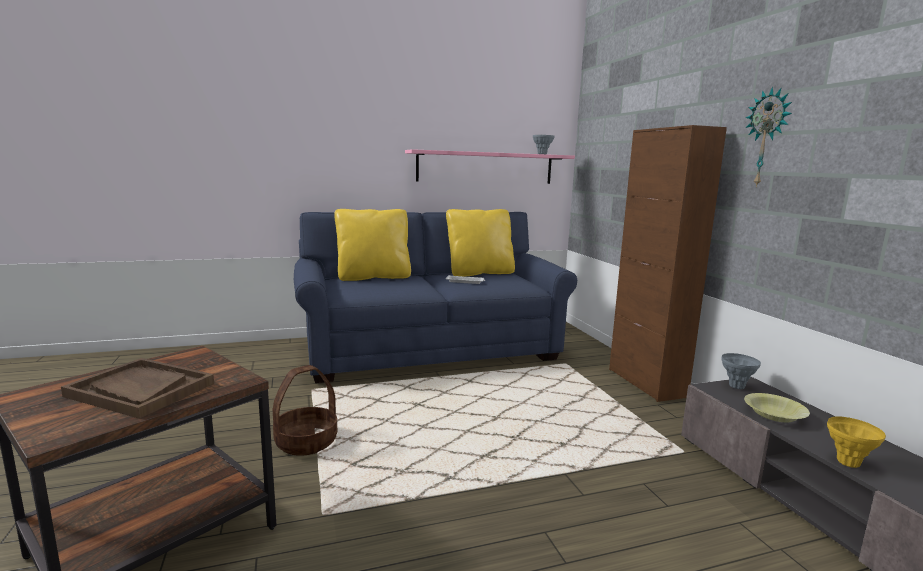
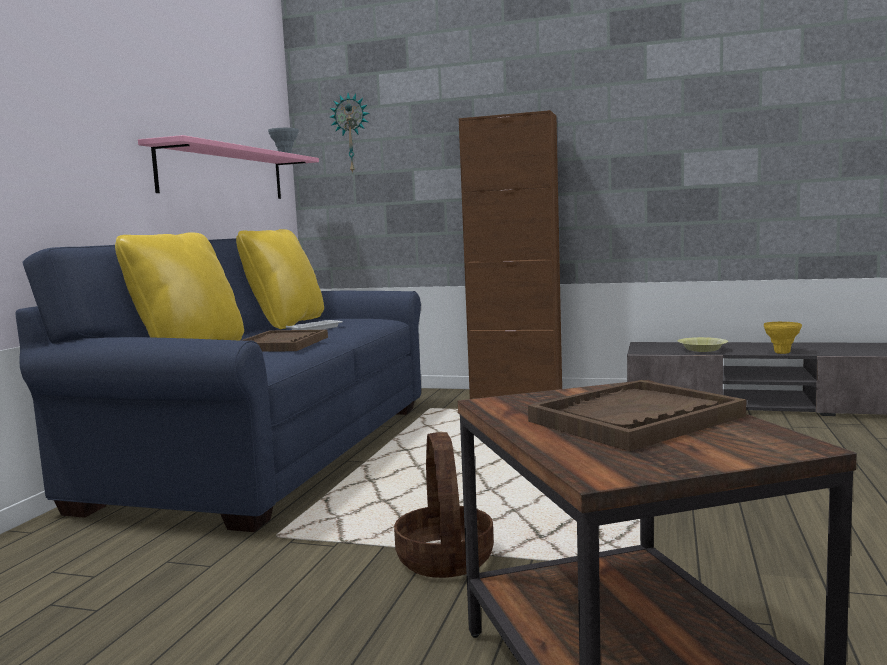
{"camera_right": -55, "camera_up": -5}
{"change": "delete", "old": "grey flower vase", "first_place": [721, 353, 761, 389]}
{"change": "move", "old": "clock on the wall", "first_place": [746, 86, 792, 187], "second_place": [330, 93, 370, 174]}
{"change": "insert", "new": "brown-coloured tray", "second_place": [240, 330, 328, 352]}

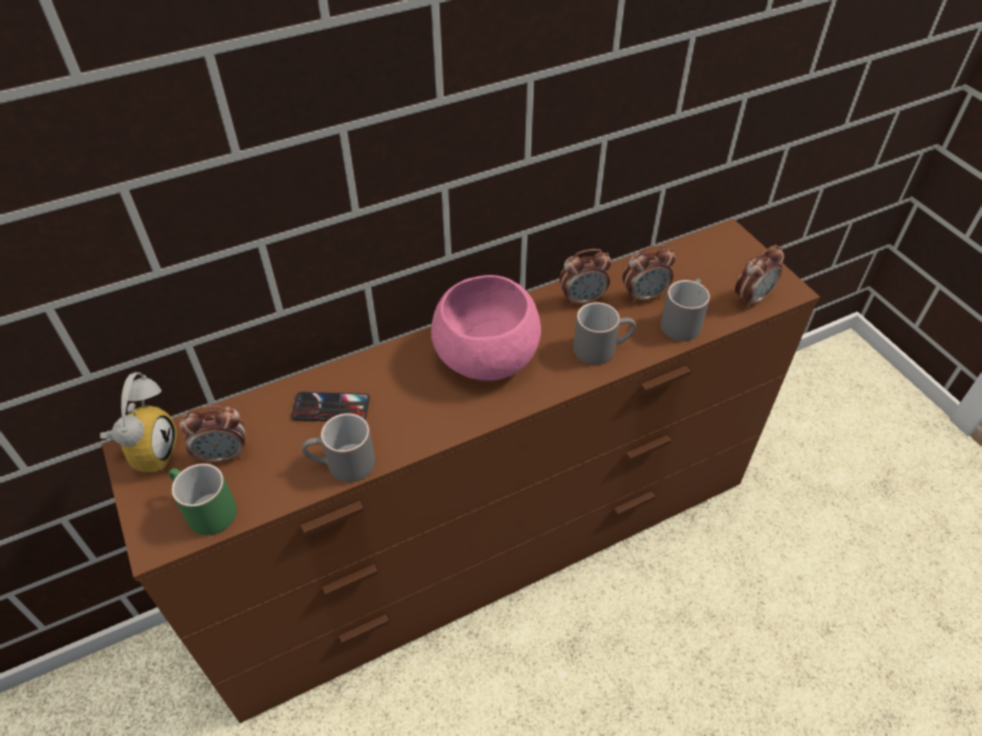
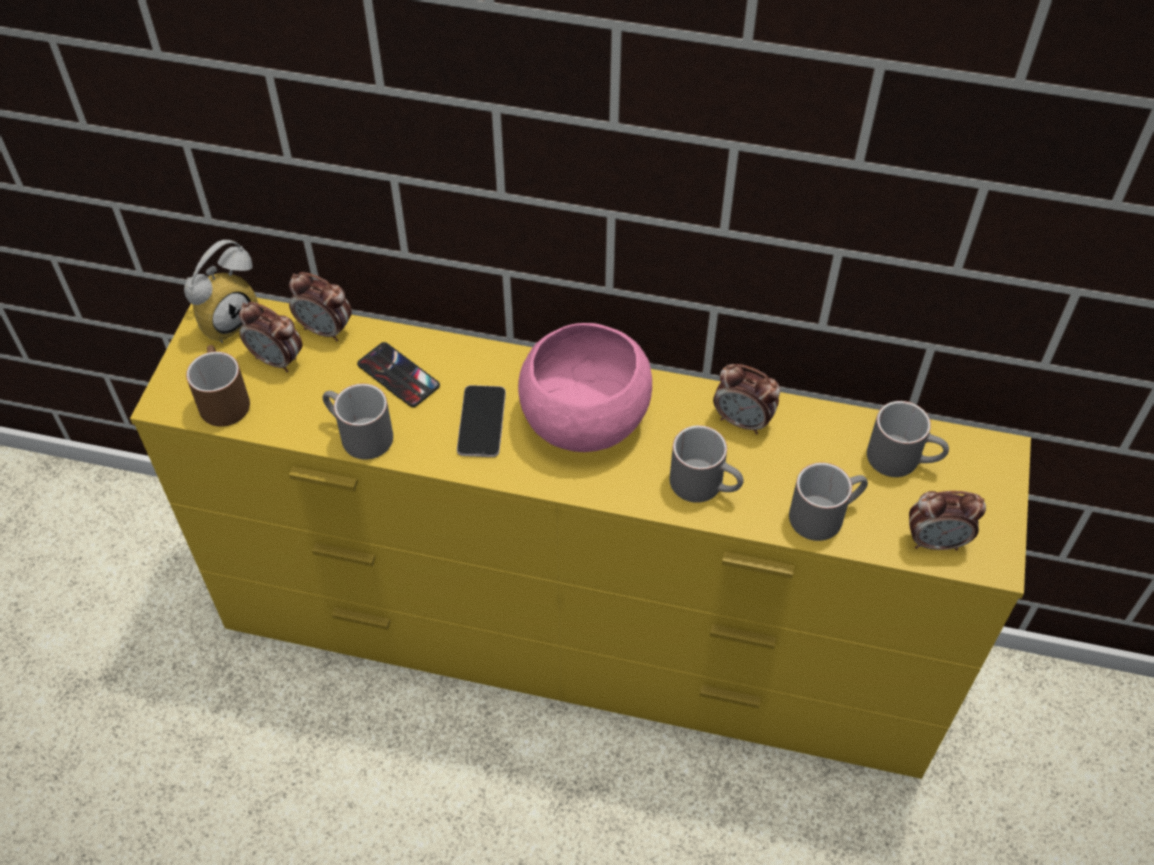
{"camera_right": 40, "camera_up": 5}
{"change": "recolor", "old": "brown-coloured drawer chest", "new": "yellowish drawer chest", "first_place": [102, 219, 820, 723], "second_place": [130, 298, 1031, 779]}
{"change": "recolor", "old": "green-coloured tea mug", "new": "brown-coloured tea mug", "first_place": [169, 463, 237, 535], "second_place": [186, 345, 250, 427]}
{"change": "move", "old": "table clock", "first_place": [622, 245, 675, 304], "second_place": [289, 272, 352, 341]}
{"change": "insert", "new": "telephone", "second_place": [457, 385, 506, 457]}
{"change": "insert", "new": "grey tea mug", "second_place": [867, 401, 949, 477]}

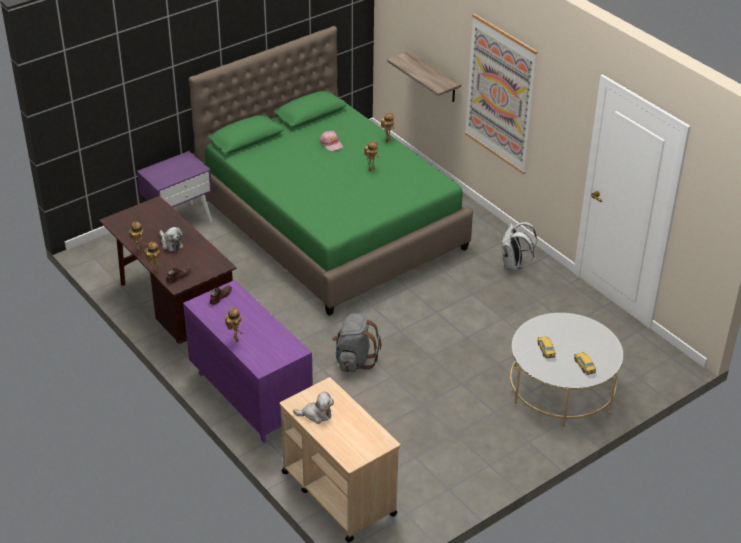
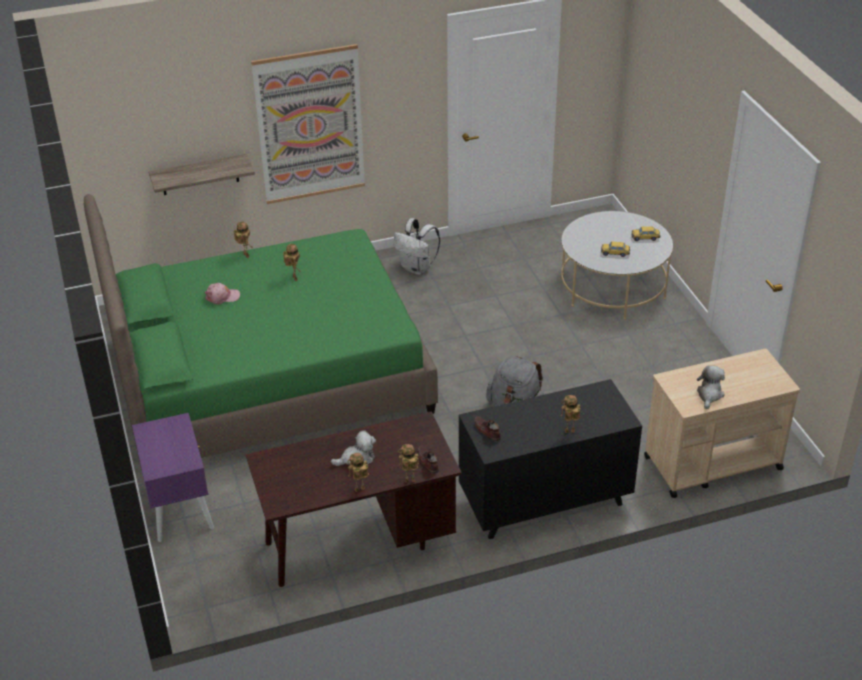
{"camera_right": -70, "camera_up": 0}
{"change": "recolor", "old": "purple-coloured drawer chest", "new": "black-coloured drawer chest", "first_place": [183, 280, 313, 443], "second_place": [459, 379, 642, 539]}

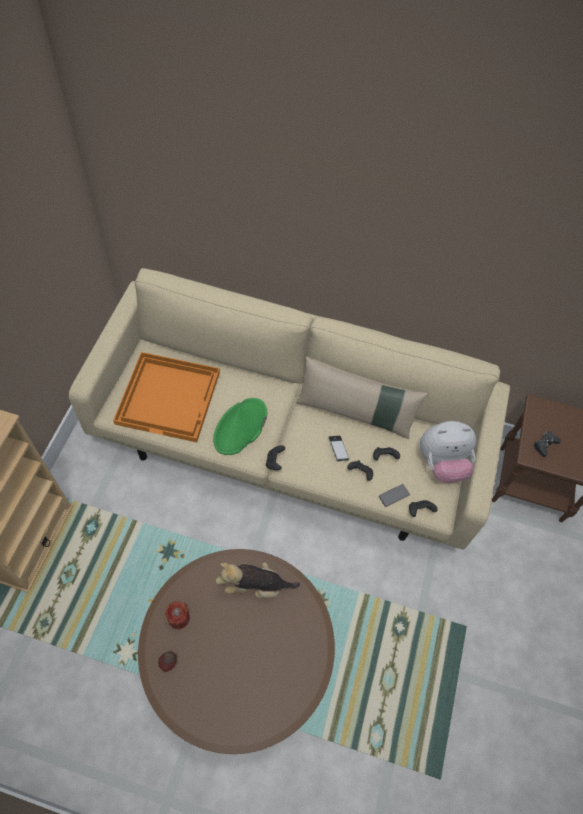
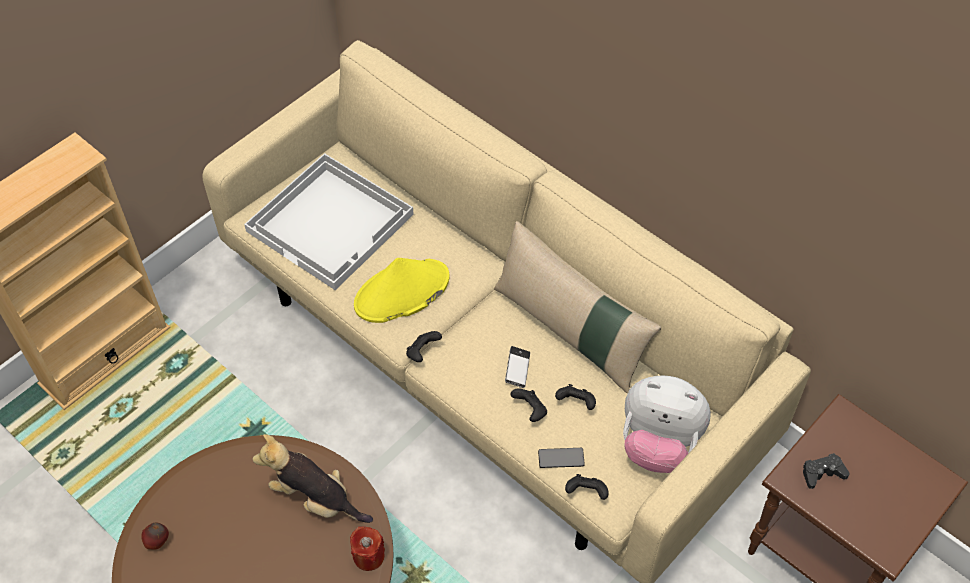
{"camera_right": 30, "camera_up": -5}
{"change": "recolor", "old": "orange tray", "new": "white tray", "first_place": [113, 352, 220, 442], "second_place": [244, 153, 414, 290]}
{"change": "move", "old": "red wax light", "first_place": [165, 601, 190, 629], "second_place": [350, 526, 385, 571]}
{"change": "recolor", "old": "green-coloured wearable hat", "new": "yellowish wearable hat", "first_place": [213, 398, 267, 455], "second_place": [354, 258, 450, 323]}

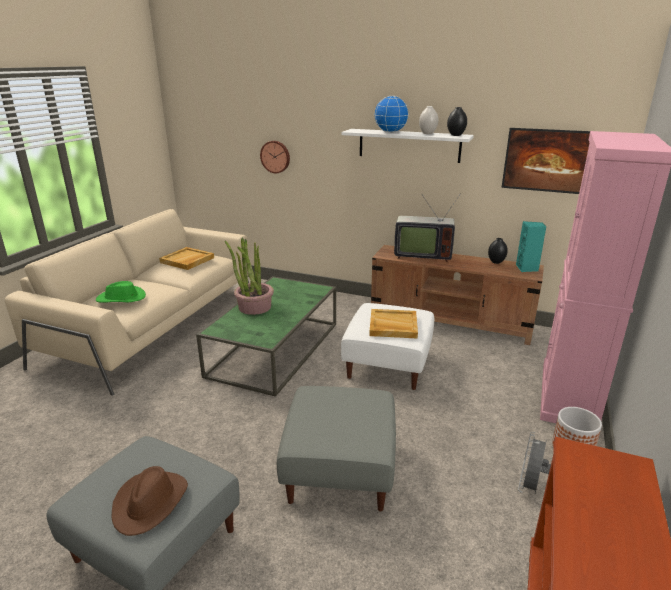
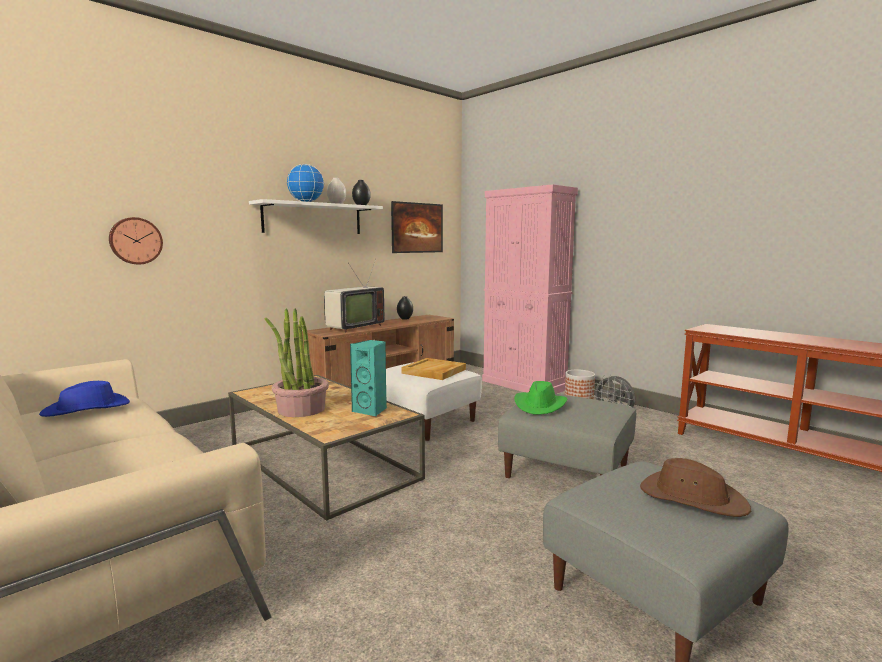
{"camera_right": -65, "camera_up": -15}
{"change": "move", "old": "green-coloured wearable hat", "first_place": [96, 281, 146, 303], "second_place": [514, 381, 568, 415]}
{"change": "replace", "old": "sand-coloured tray", "new": "bluish wearable hat", "first_place": [159, 247, 214, 270], "second_place": [39, 381, 130, 417]}
{"change": "recolor", "old": "green-coloured lounge table", "new": "brown-coloured lounge table", "first_place": [196, 276, 336, 397], "second_place": [228, 375, 425, 521]}
{"change": "move", "old": "turquoise audio speaker", "first_place": [516, 221, 546, 272], "second_place": [350, 340, 387, 416]}

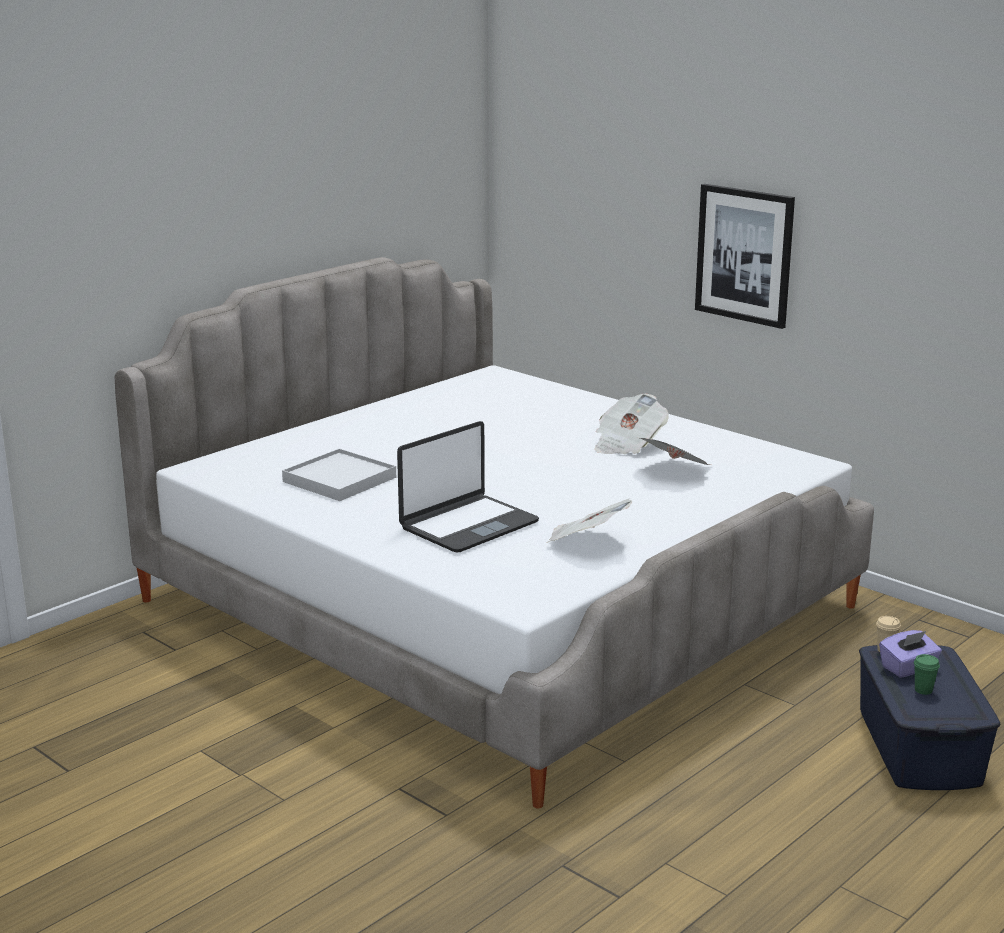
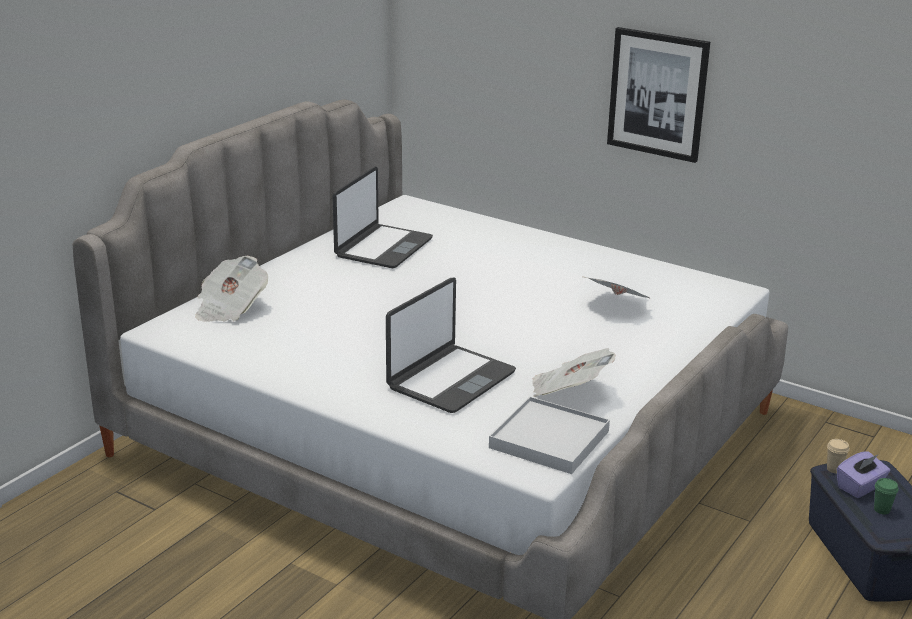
{"camera_right": -10, "camera_up": 5}
{"change": "move", "old": "white tray", "first_place": [282, 448, 396, 501], "second_place": [489, 397, 610, 474]}
{"change": "move", "old": "printed paper", "first_place": [595, 394, 669, 454], "second_place": [195, 256, 268, 322]}
{"change": "insert", "new": "laptop", "second_place": [332, 167, 433, 268]}

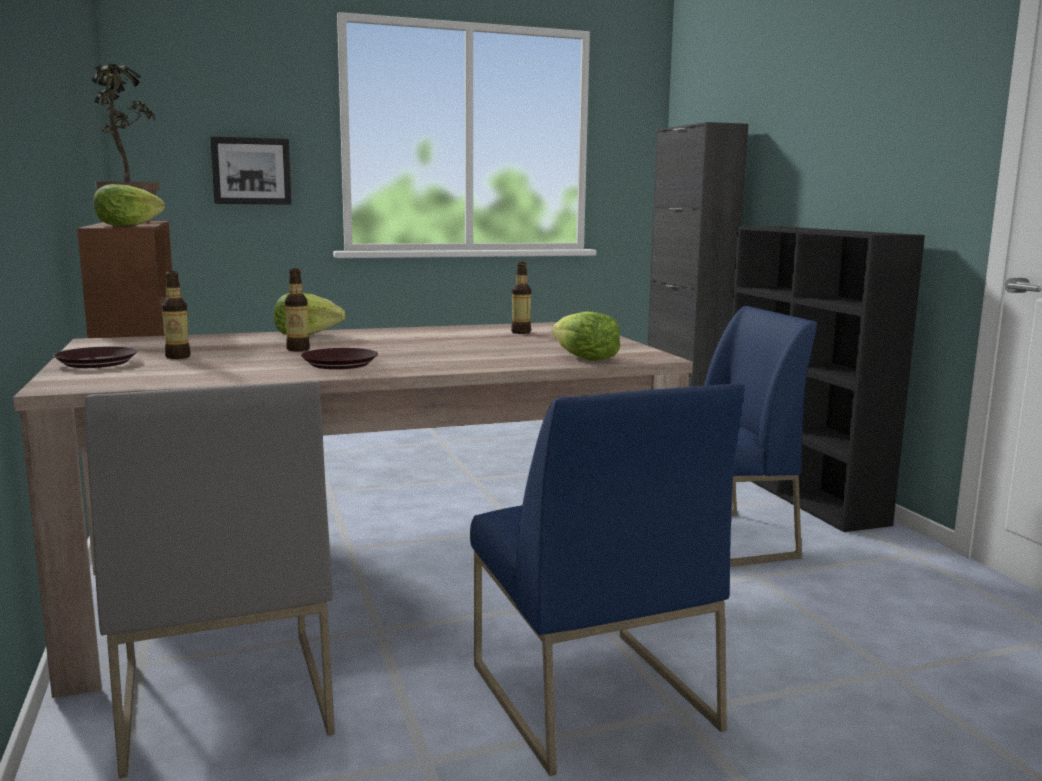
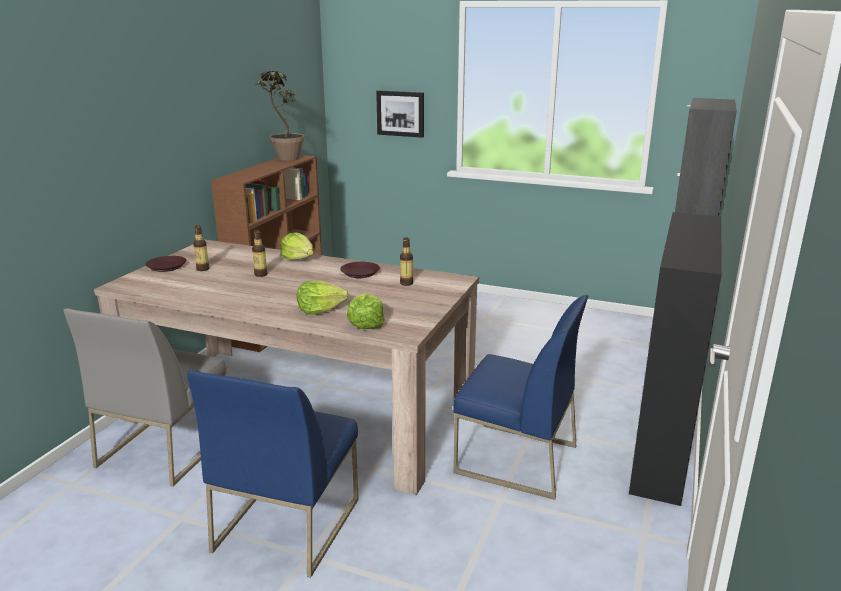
{"camera_right": 40, "camera_up": 10}
{"change": "move", "old": "lettuce", "first_place": [94, 184, 165, 226], "second_place": [297, 281, 349, 315]}
{"change": "move", "old": "brown-coloured flat dish", "first_place": [301, 348, 378, 369], "second_place": [340, 262, 380, 278]}

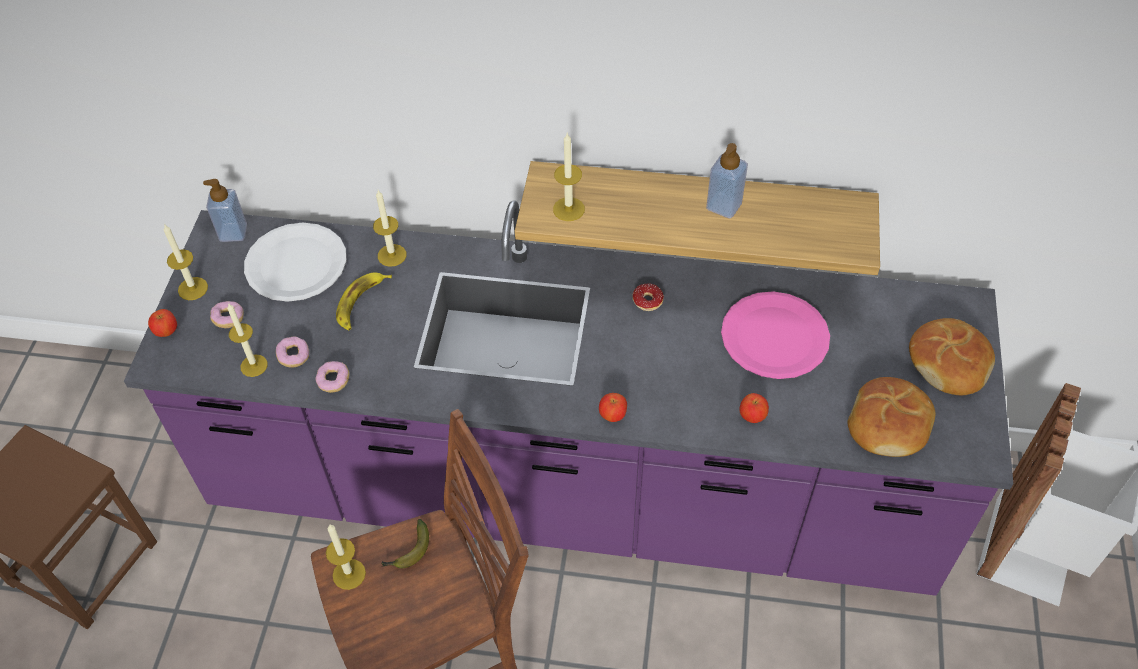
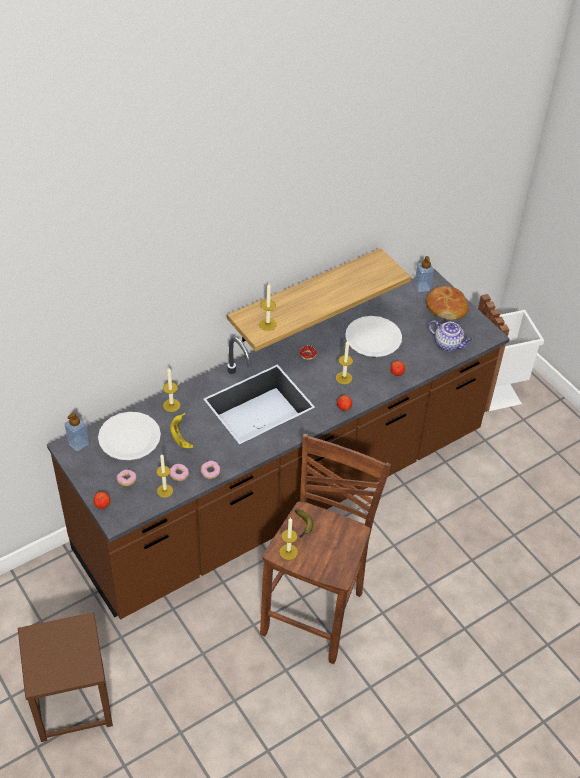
{"camera_right": -45, "camera_up": -5}
{"change": "recolor", "old": "purple-coloured counter", "new": "brown-coloured counter", "first_place": [124, 200, 1013, 596], "second_place": [47, 269, 510, 619]}
{"change": "move", "old": "wax light", "first_place": [164, 225, 208, 300], "second_place": [336, 340, 353, 384]}
{"change": "move", "old": "liquid soap bottle", "first_place": [706, 143, 748, 218], "second_place": [414, 256, 434, 292]}
{"change": "recolor", "old": "pink-coloured flat dish", "new": "white flat dish", "first_place": [721, 291, 830, 379], "second_place": [345, 316, 402, 357]}
{"change": "replace", "old": "bakery bread", "new": "pot for tea", "first_place": [848, 377, 936, 457], "second_place": [428, 320, 473, 351]}

